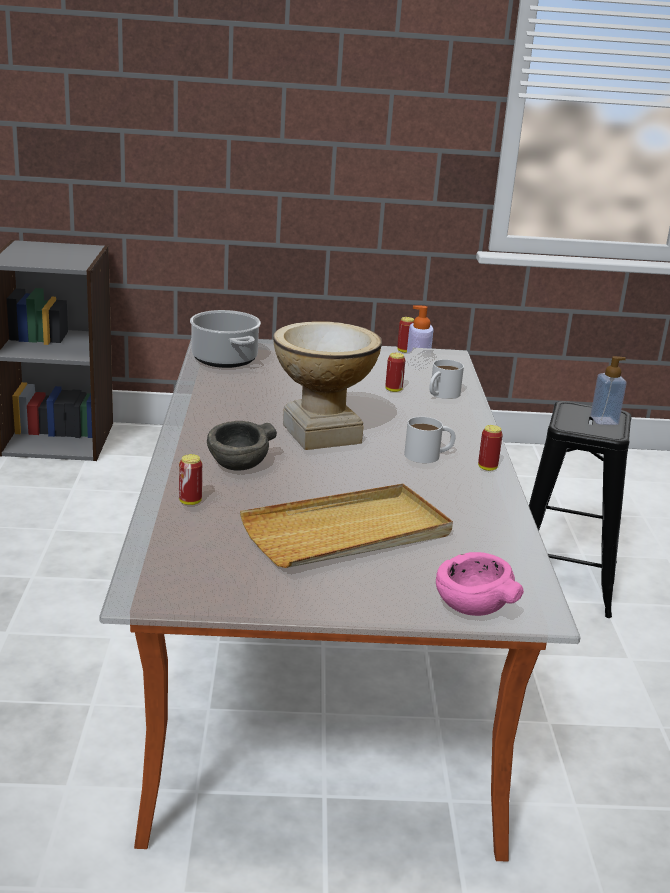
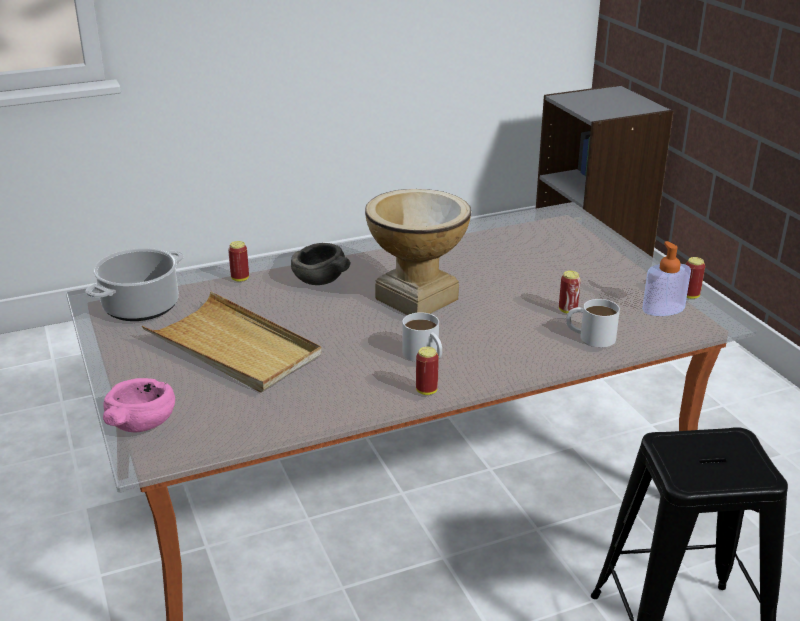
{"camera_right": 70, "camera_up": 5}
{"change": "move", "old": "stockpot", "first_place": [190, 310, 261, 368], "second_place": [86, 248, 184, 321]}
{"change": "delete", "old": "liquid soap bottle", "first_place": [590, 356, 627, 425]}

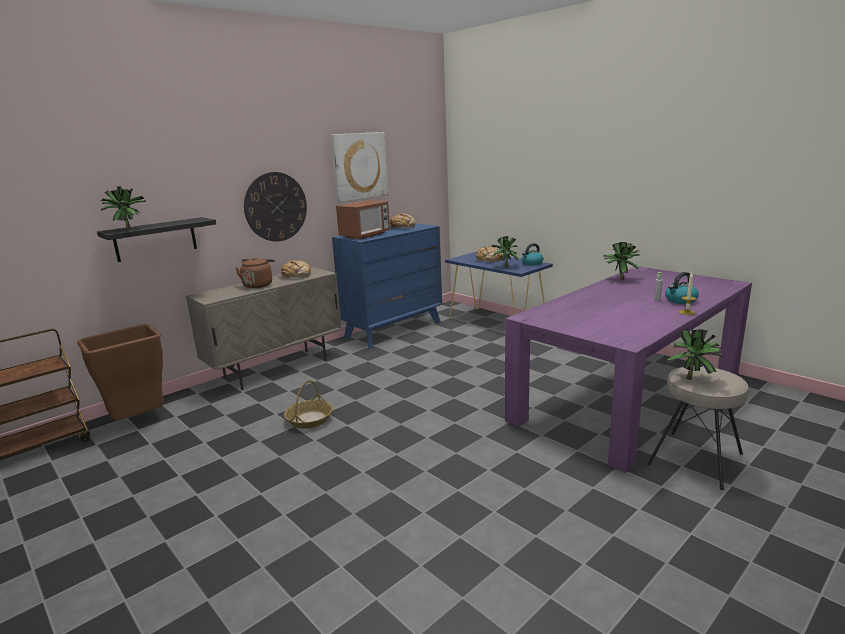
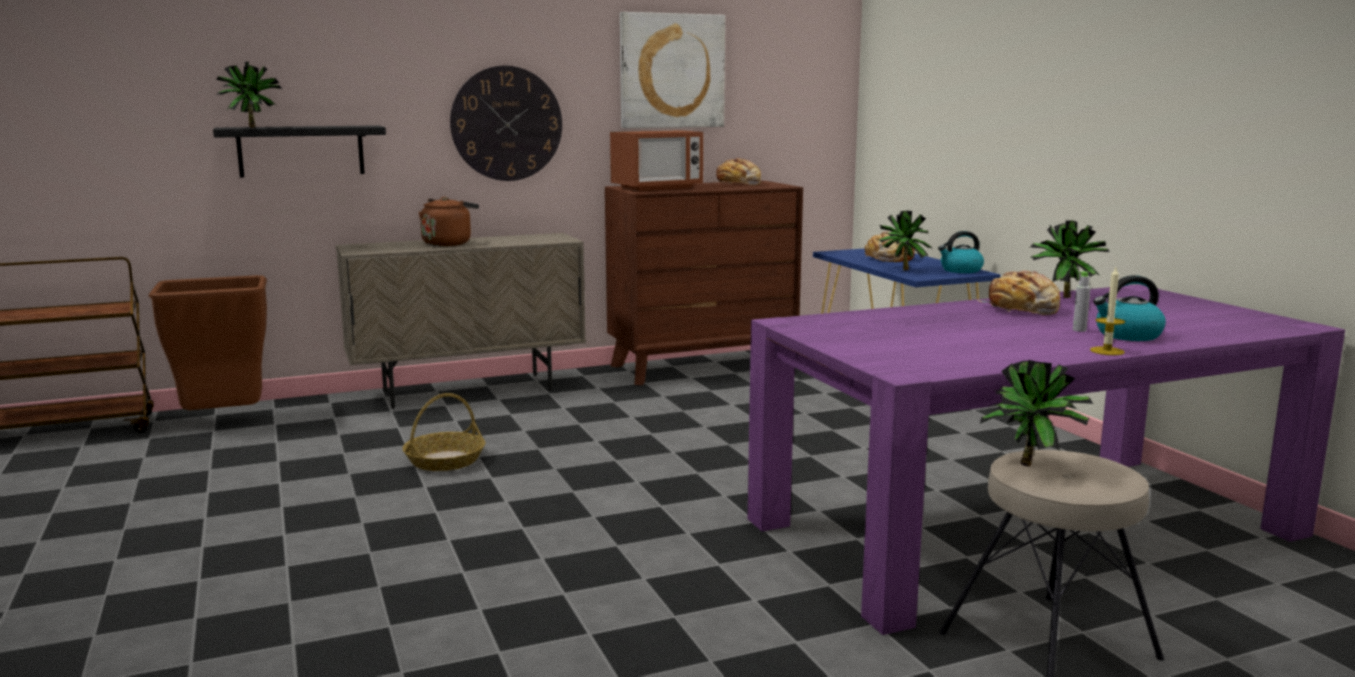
{"camera_right": 20, "camera_up": -5}
{"change": "move", "old": "bakery bread", "first_place": [278, 260, 311, 279], "second_place": [978, 271, 1060, 315]}
{"change": "recolor", "old": "bluish drawer chest", "new": "brown-coloured drawer chest", "first_place": [332, 223, 442, 348], "second_place": [605, 181, 803, 385]}

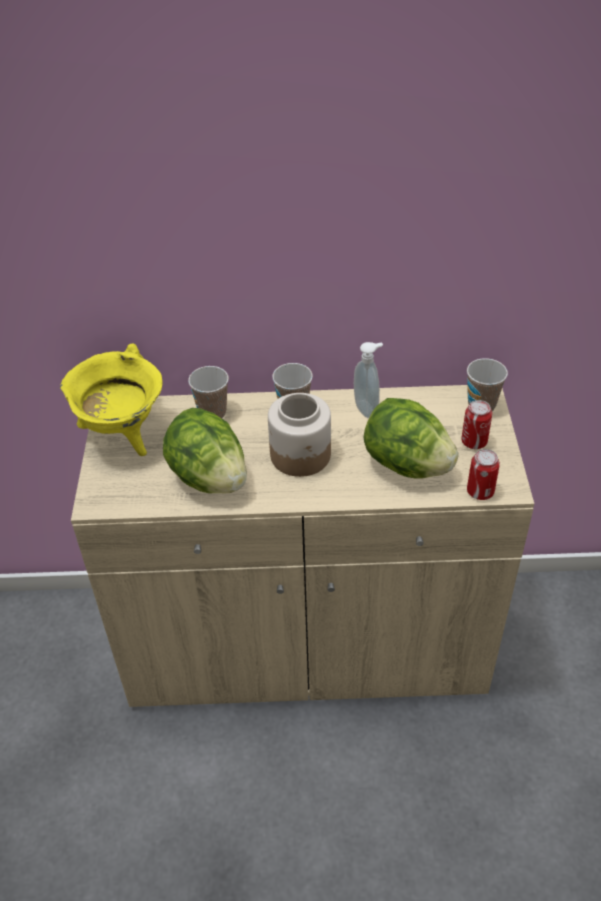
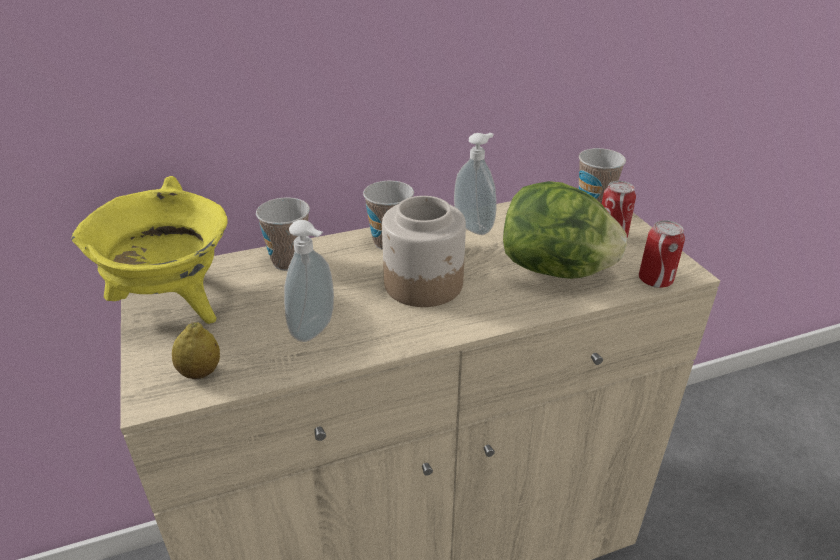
{"camera_right": -20, "camera_up": -10}
{"change": "replace", "old": "lettuce", "new": "liquid soap bottle", "first_place": [163, 408, 247, 493], "second_place": [284, 220, 334, 342]}
{"change": "insert", "new": "citrus fruit", "second_place": [172, 323, 220, 379]}

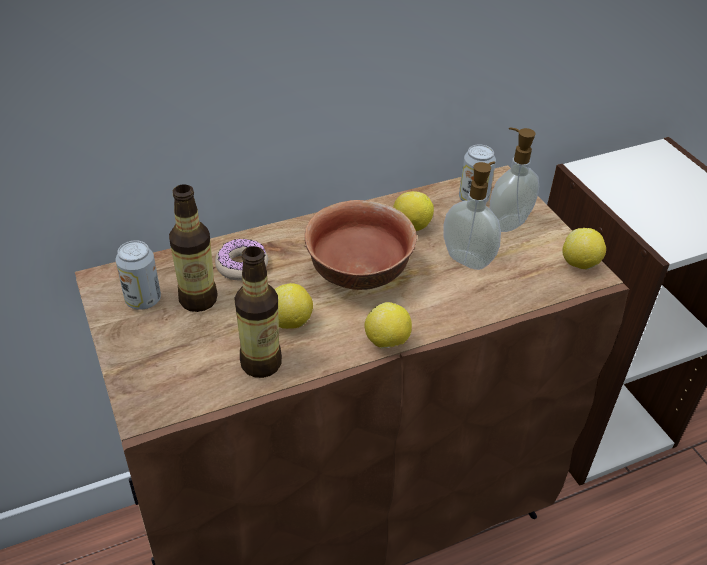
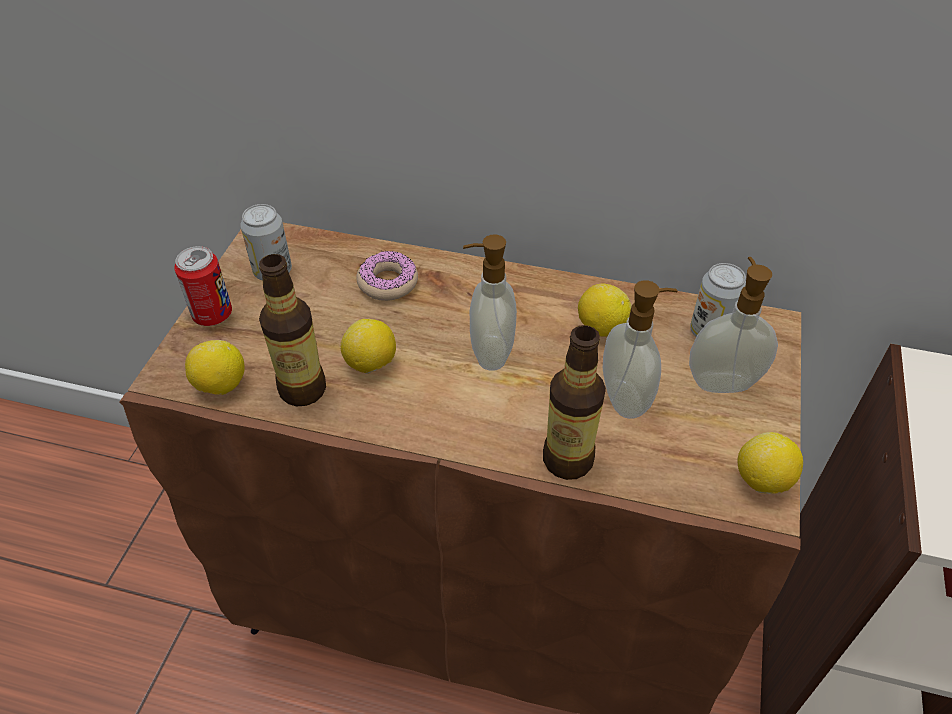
{"camera_right": 40, "camera_up": 5}
{"change": "move", "old": "beverage bottle", "first_place": [169, 184, 218, 312], "second_place": [543, 325, 606, 480]}
{"change": "replace", "old": "deep dish", "new": "liquid soap bottle", "first_place": [305, 200, 417, 290], "second_place": [463, 234, 517, 371]}
{"change": "move", "old": "citrus fruit", "first_place": [365, 302, 412, 349], "second_place": [185, 340, 245, 395]}
{"change": "insert", "new": "sealed can", "second_place": [174, 246, 232, 326]}

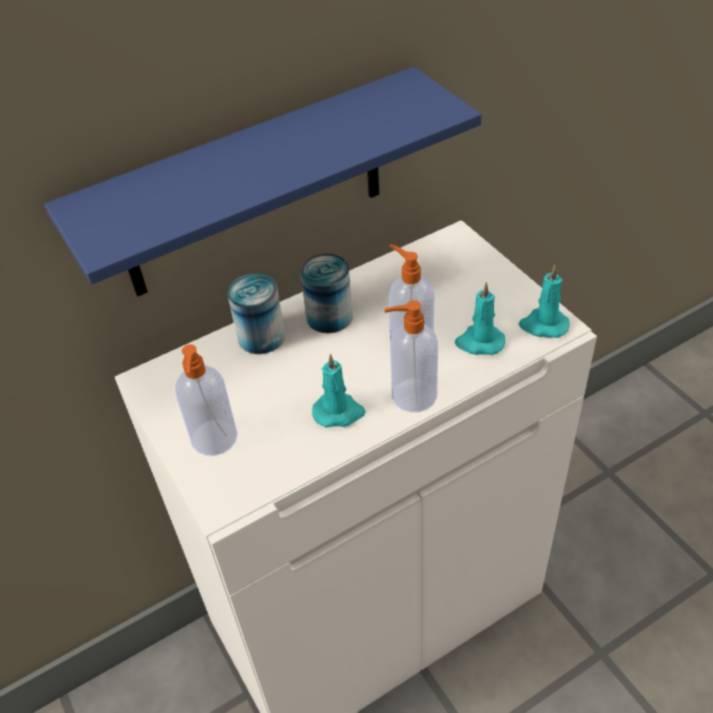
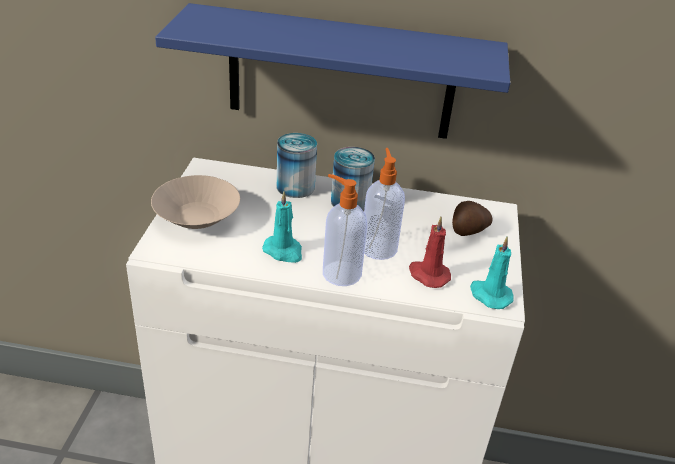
{"camera_right": 35, "camera_up": -10}
{"change": "replace", "old": "liquid soap bottle", "new": "sand-coloured deep dish", "first_place": [175, 344, 237, 456], "second_place": [151, 175, 240, 229]}
{"change": "recolor", "old": "turquoise wax light", "new": "red wax light", "first_place": [454, 282, 505, 355], "second_place": [409, 217, 451, 288]}
{"change": "insert", "new": "whole potato", "second_place": [452, 201, 493, 236]}

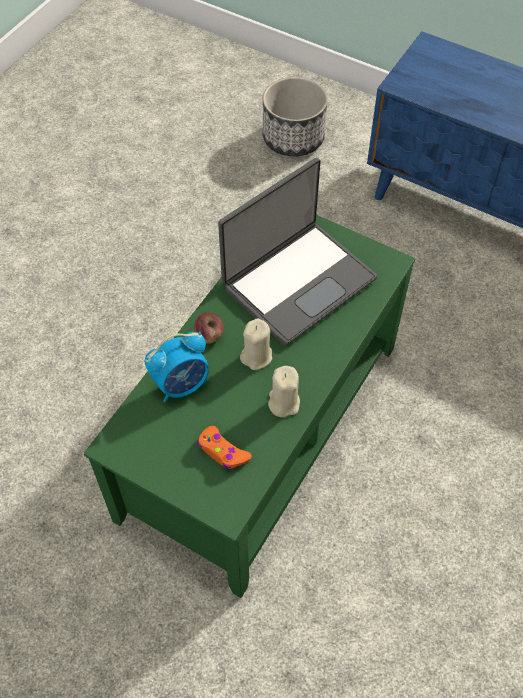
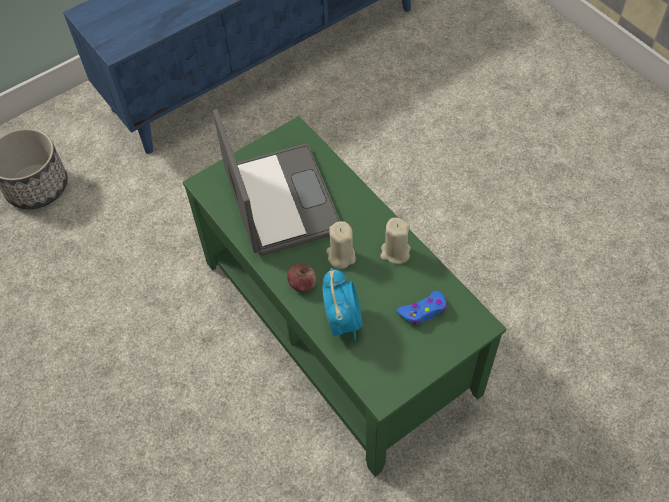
{"camera_right": -65, "camera_up": 0}
{"change": "recolor", "old": "orange game controller", "new": "bluish game controller", "first_place": [197, 426, 252, 469], "second_place": [397, 291, 447, 325]}

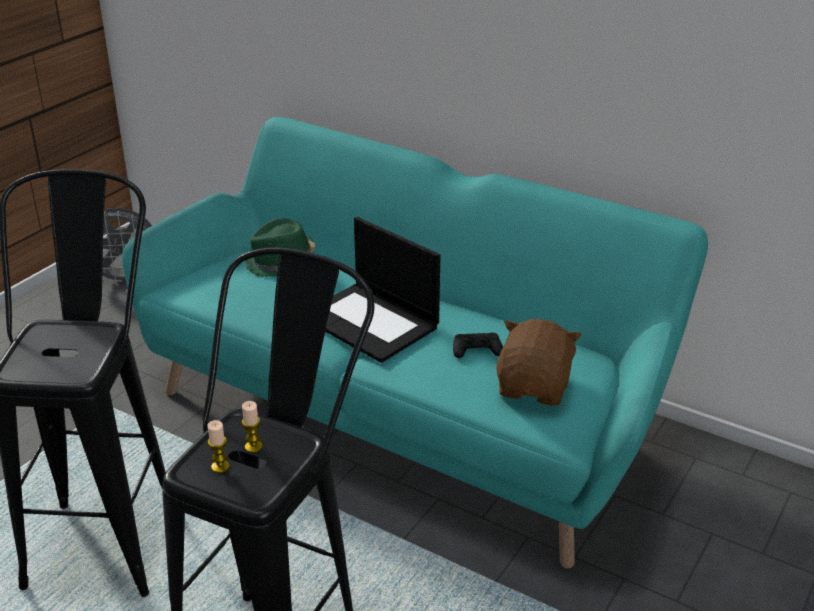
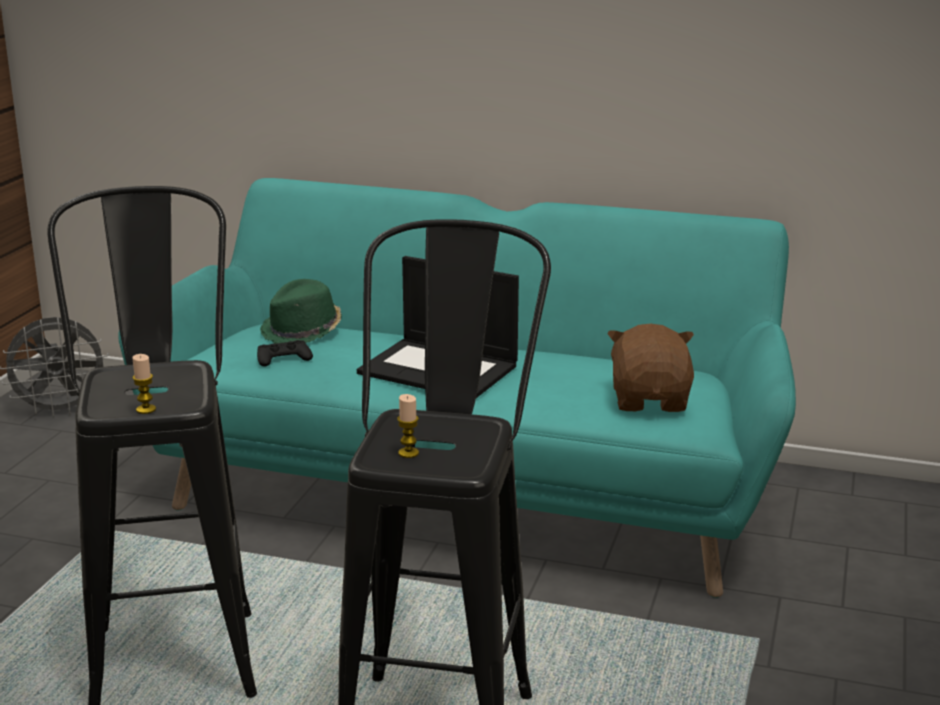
{"camera_right": -15, "camera_up": -10}
{"change": "move", "old": "wax light", "first_place": [242, 401, 263, 453], "second_place": [133, 354, 156, 414]}
{"change": "move", "old": "black-coloured game controller", "first_place": [453, 332, 503, 358], "second_place": [257, 340, 313, 367]}

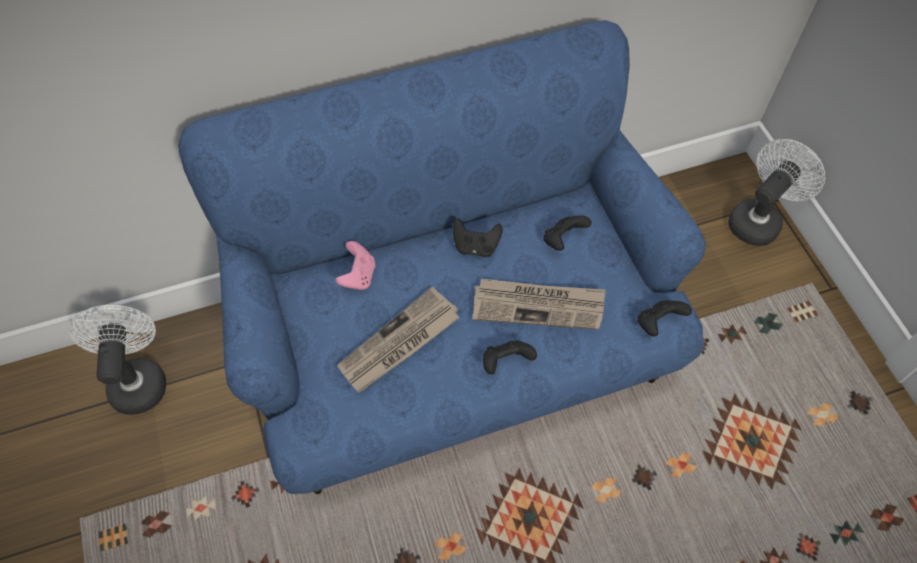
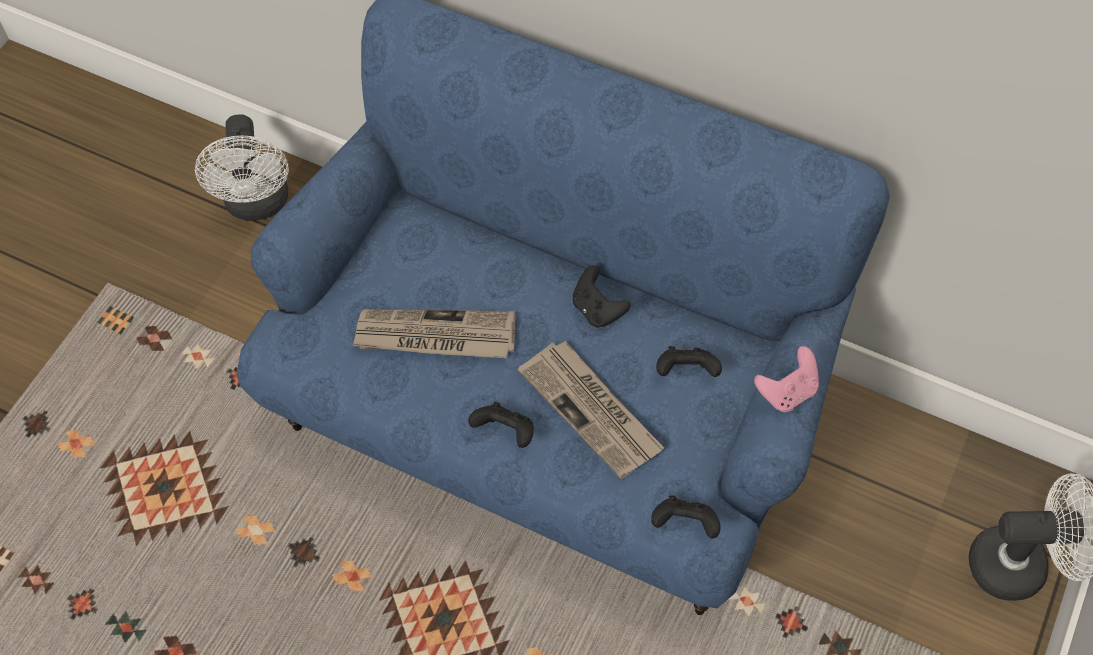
{"camera_right": 45, "camera_up": 0}
{"change": "rotate", "old": "white electric fan", "first_place": [69, 305, 166, 415], "second_place": [195, 114, 289, 220], "degrees": 135}
{"change": "move", "old": "pink-coloured game controller", "first_place": [335, 241, 376, 290], "second_place": [754, 346, 819, 412]}

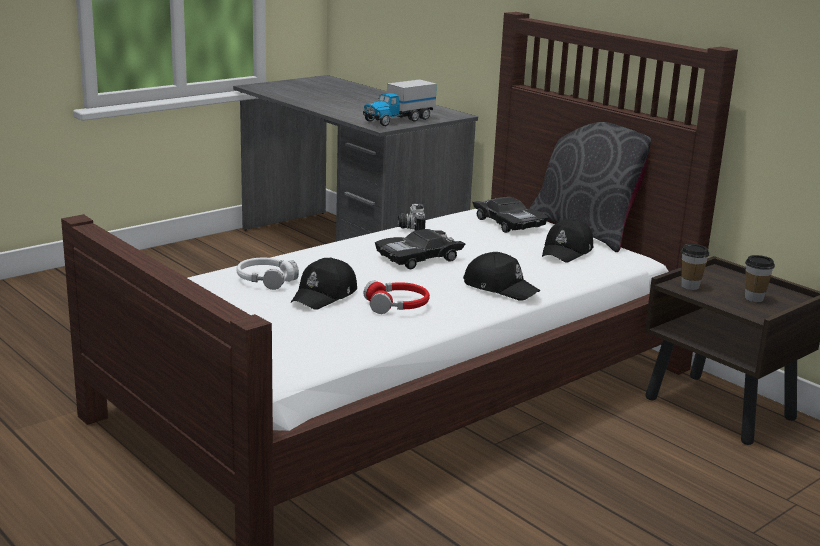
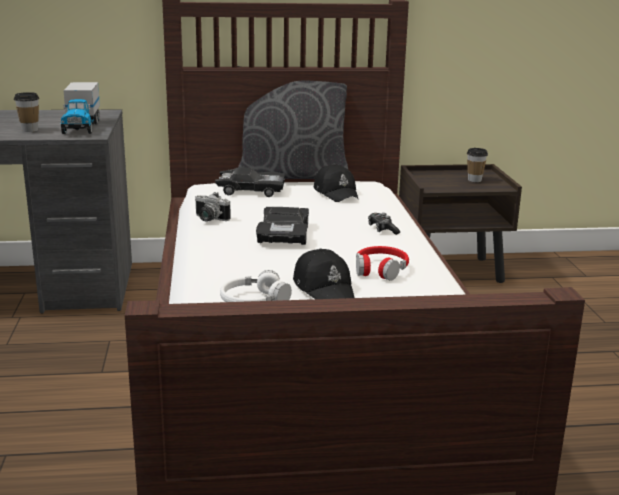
{"camera_right": -55, "camera_up": 0}
{"change": "replace", "old": "black-coloured peaked cap", "new": "game controller", "first_place": [463, 252, 541, 301], "second_place": [368, 213, 400, 235]}
{"change": "move", "old": "cup", "first_place": [681, 244, 709, 290], "second_place": [14, 92, 39, 132]}

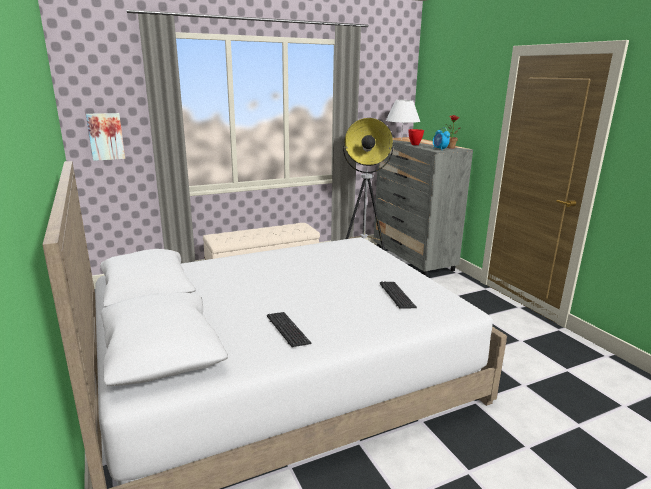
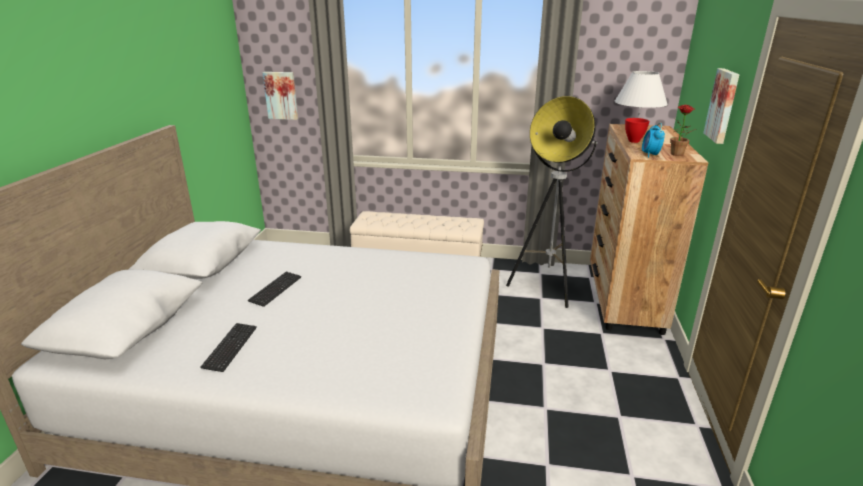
{"camera_right": 35, "camera_up": 5}
{"change": "recolor", "old": "grey drawer chest", "new": "brown-coloured drawer chest", "first_place": [374, 137, 473, 276], "second_place": [590, 124, 708, 335]}
{"change": "move", "old": "computer keyboard", "first_place": [379, 282, 417, 308], "second_place": [247, 271, 301, 307]}
{"change": "insert", "new": "picture", "second_place": [703, 68, 740, 144]}

